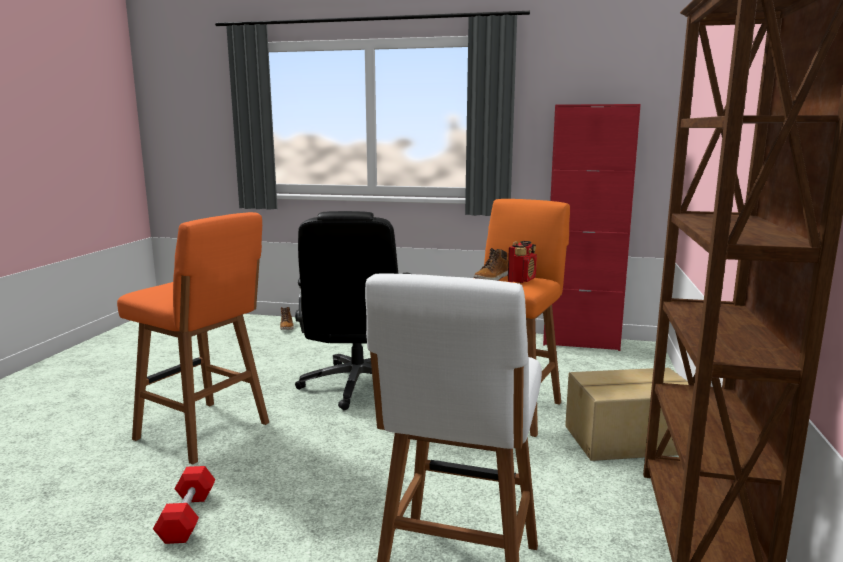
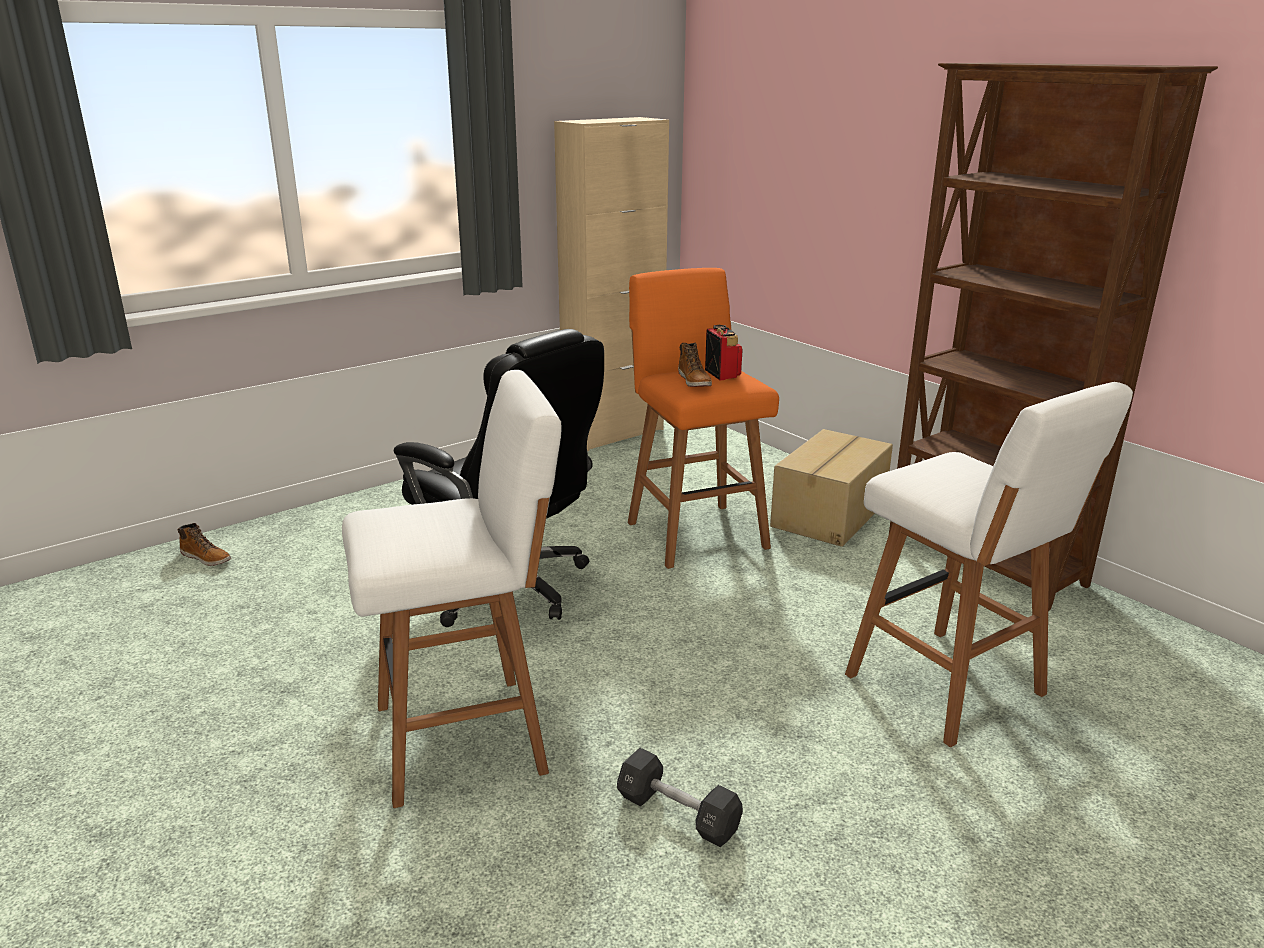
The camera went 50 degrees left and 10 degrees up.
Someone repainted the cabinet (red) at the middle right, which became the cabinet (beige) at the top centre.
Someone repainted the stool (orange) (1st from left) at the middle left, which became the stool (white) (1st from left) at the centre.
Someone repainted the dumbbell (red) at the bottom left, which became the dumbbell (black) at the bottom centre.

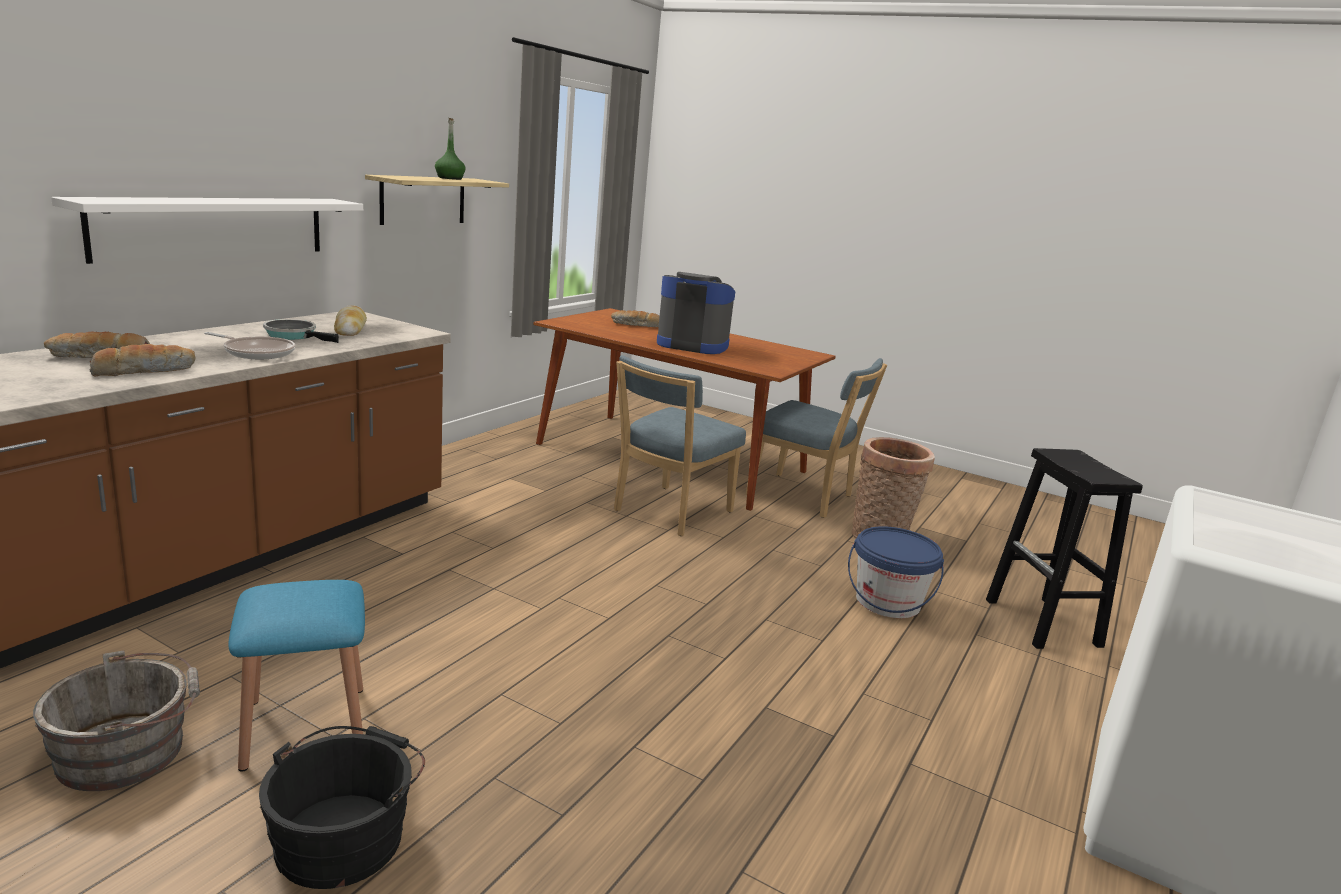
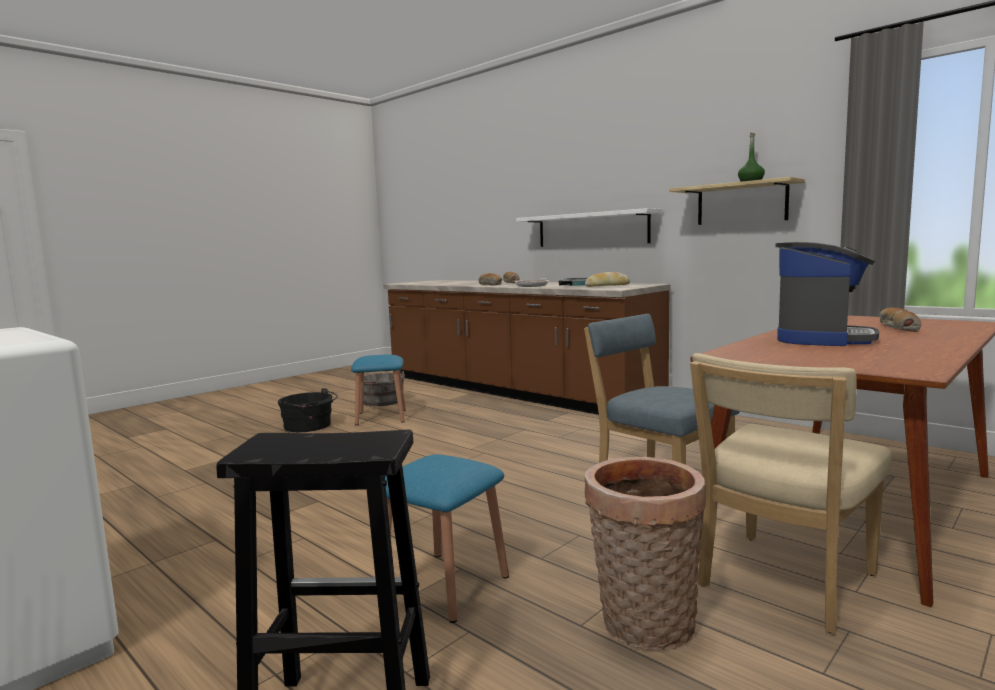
The camera went 105 degrees right and 10 degrees down.
Someone repainted the chair (blue) (2nd from left) at the centre, which became the chair (beige) at the bottom right.
Someone swapped the bucket (blue) at the middle right for the stool (blue) (2nd from left) at the bottom centre.

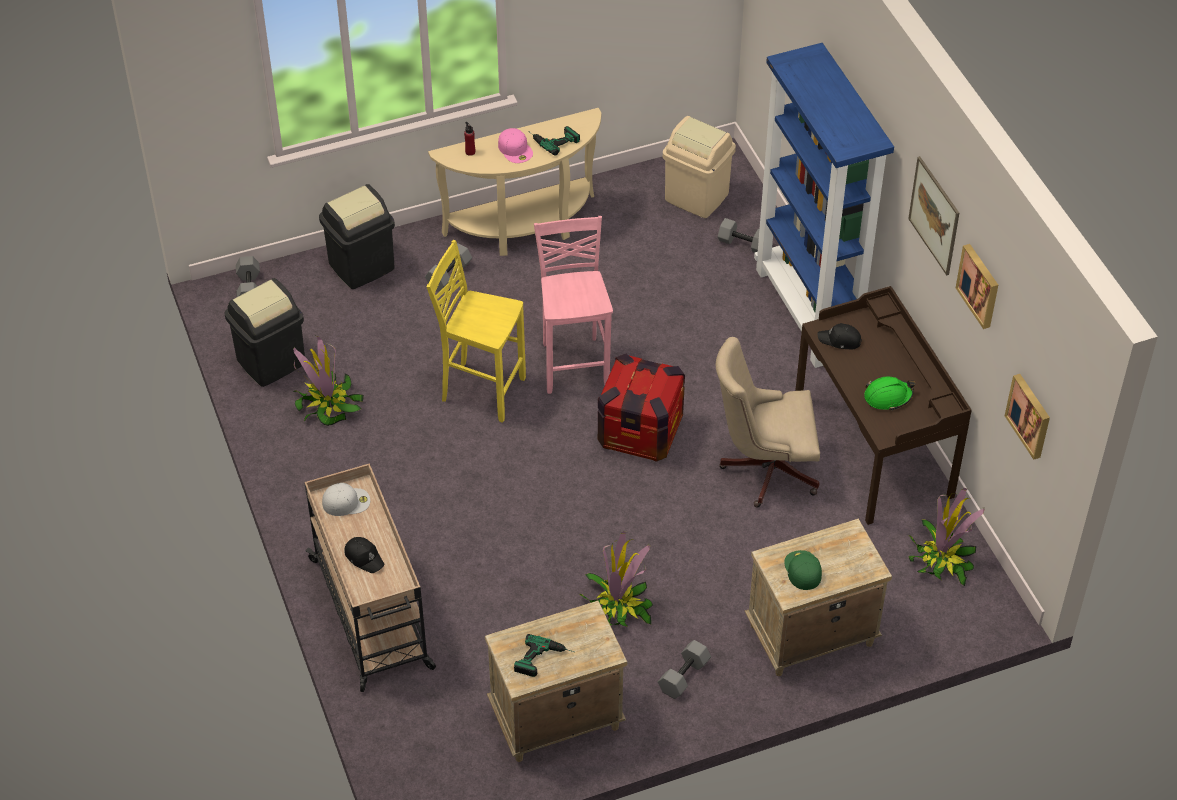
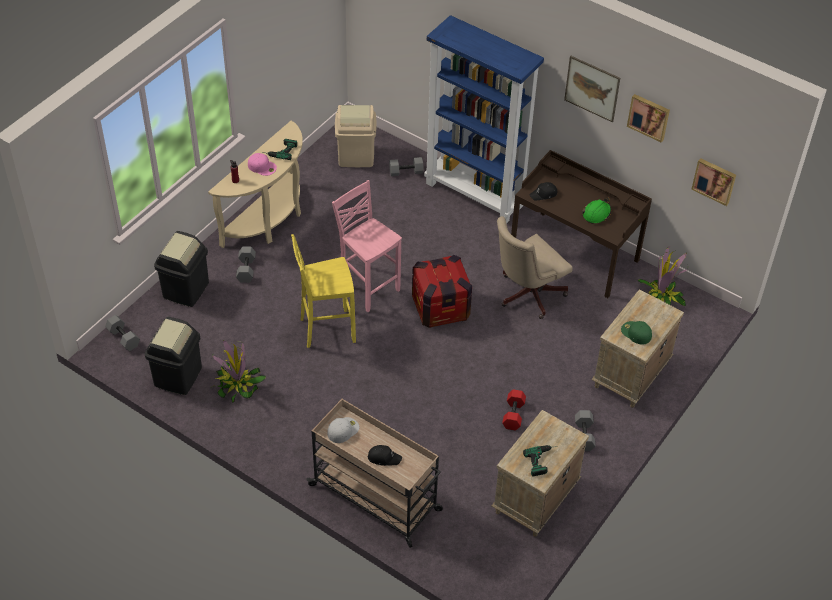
The camera went 35 degrees left and 0 degrees up.
Someone swapped the potted plant (2nd from left) at the bottom centre for the dumbbell (red) at the bottom centre.

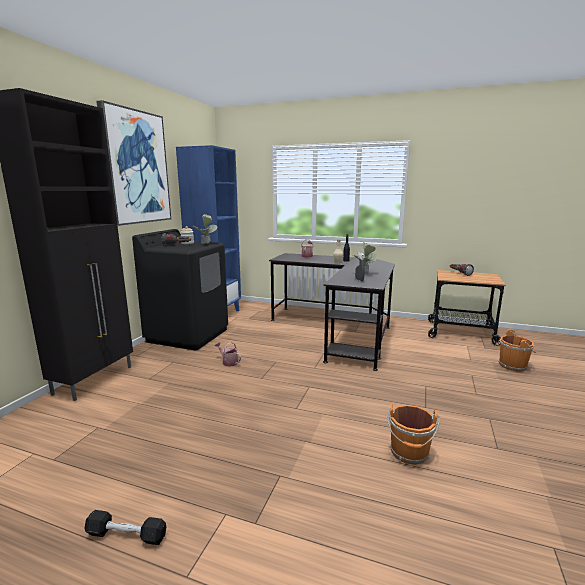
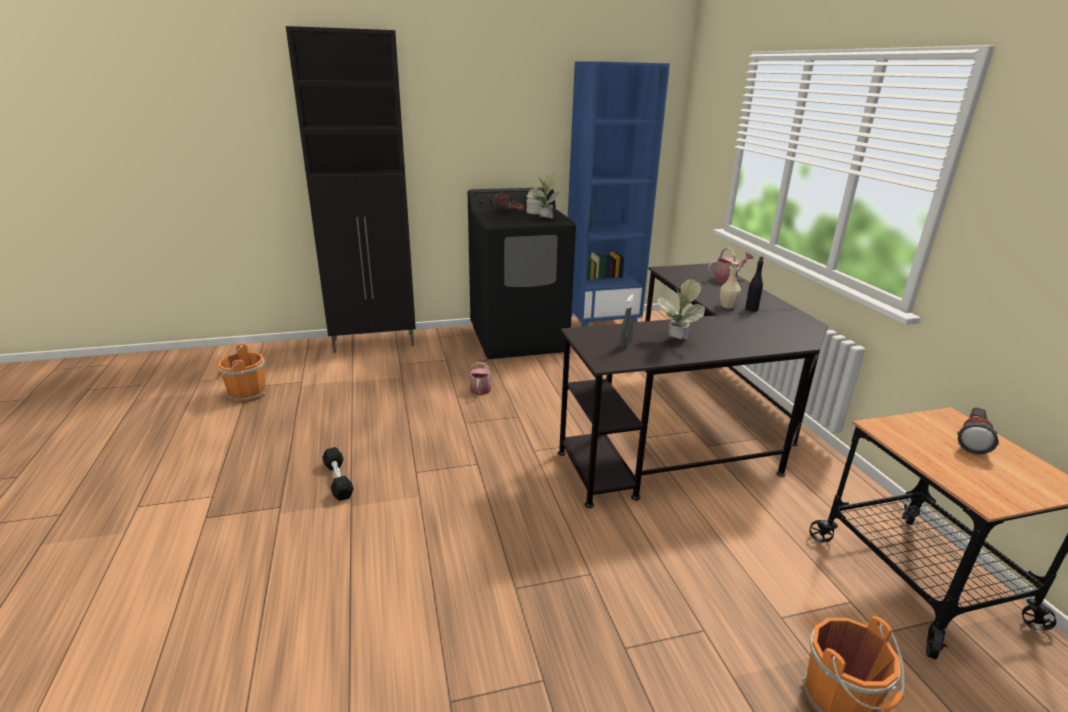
The camera went 55 degrees right and 10 degrees up.
Someone took away the picture at the top left.
Someone carried the bucket (orange) (1st from left) from the bottom right to the middle left.
Someone carried the dumbbell (black) from the bottom left to the middle left.

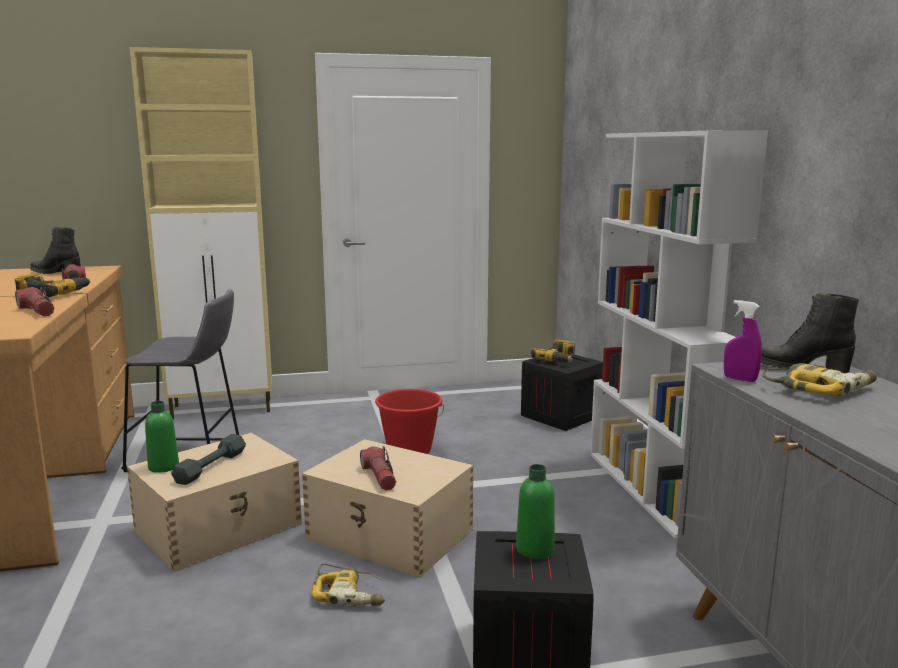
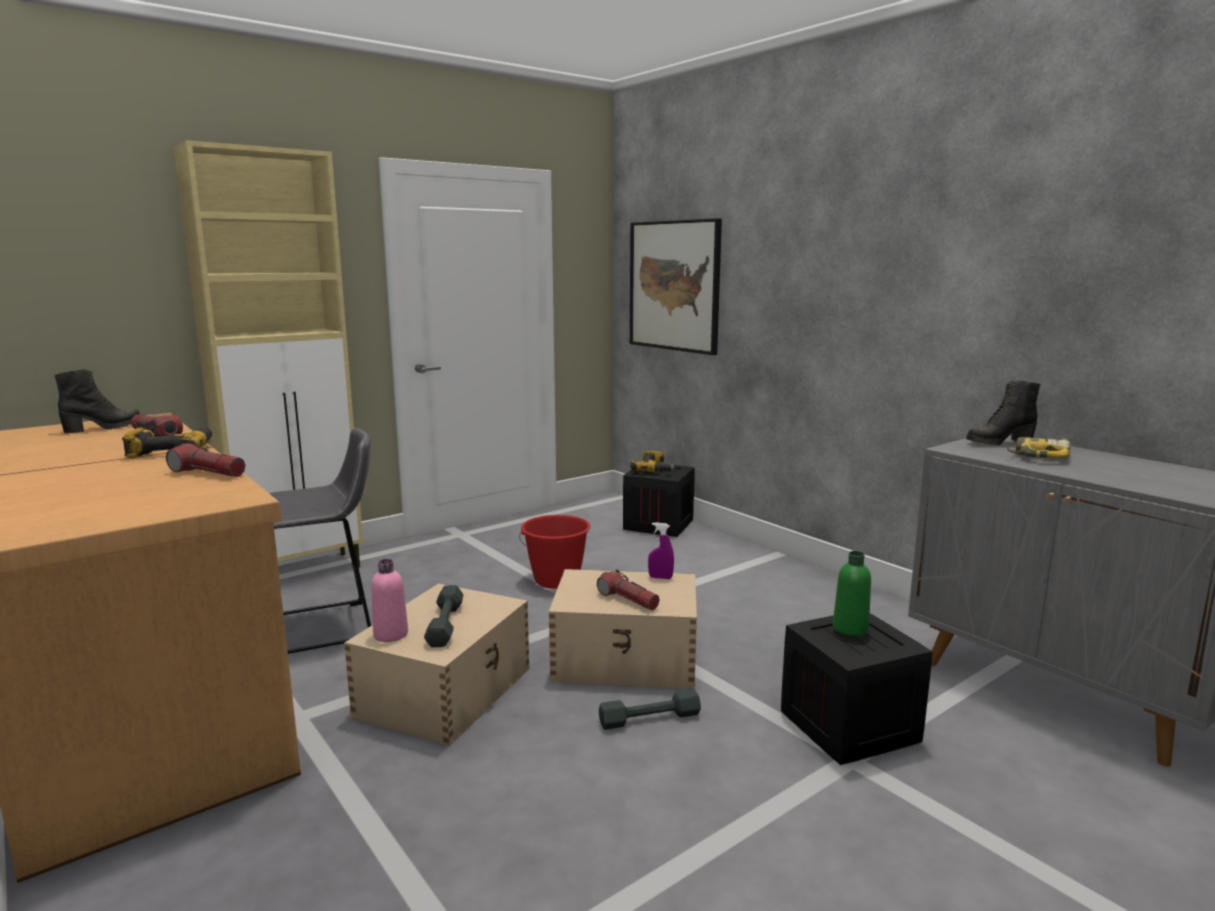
The camera went 25 degrees left and 0 degrees up.
Someone took away the bookcase (white) at the middle right.
Someone rotated the boot (black) (1st from left) at the middle left by 150 degrees clockwise.
Someone carried the spray bottle (purple) from the middle right to the centre.
Someone repainted the bottle (green) (1st from left) at the middle left, which became the bottle (pink) at the middle left.
Someone swapped the power drill (2nd from left) at the bottom centre for the dumbbell (grey) (2nd from left) at the bottom centre.
Someone put up the picture at the top centre.

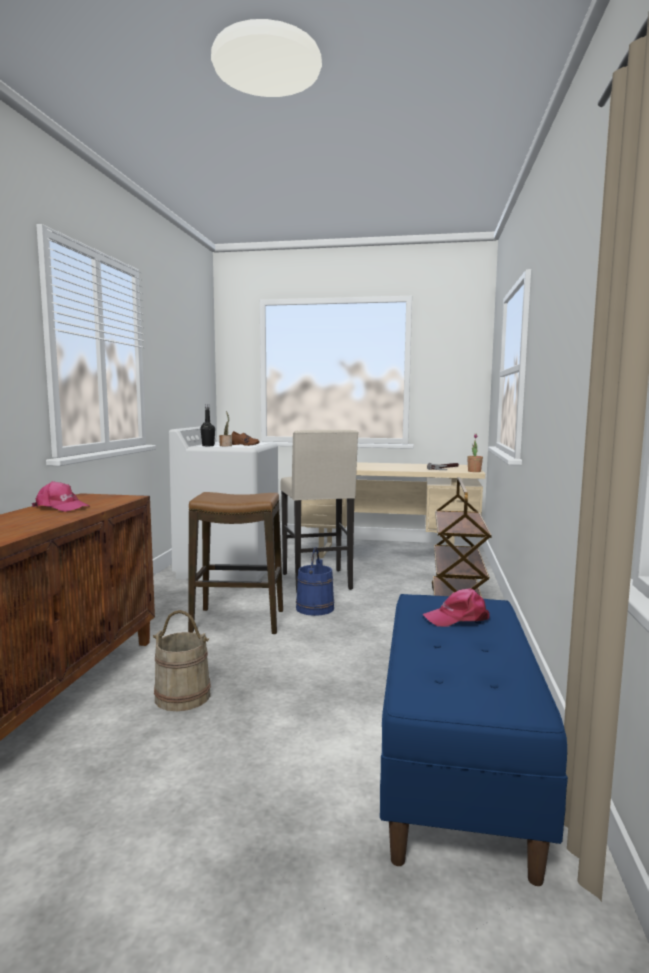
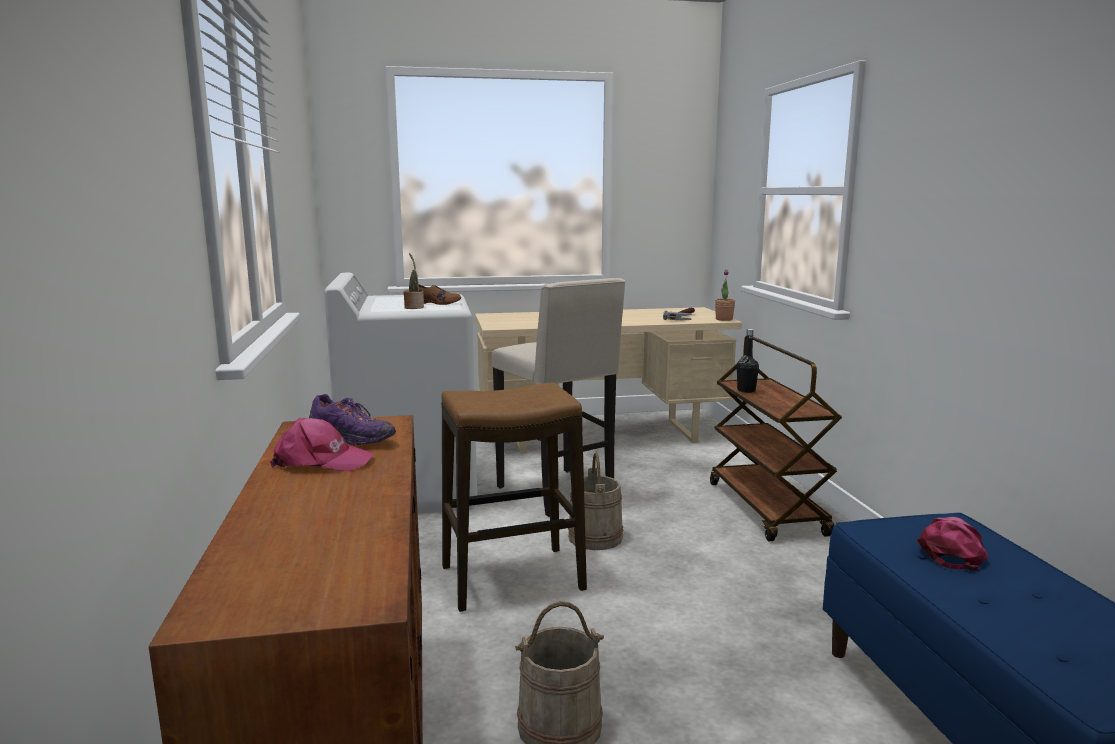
The camera went 20 degrees left and 5 degrees up.
Someone carried the bottle (black) from the middle left to the middle right.
Someone repainted the bucket (blue) at the centre, which became the bucket (beige) (2nd from left) at the bottom centre.
Someone rotated the cap (pink) (2nd from left) at the middle right by 150 degrees clockwise.
Someone put down the shoe (purple) at the middle left.

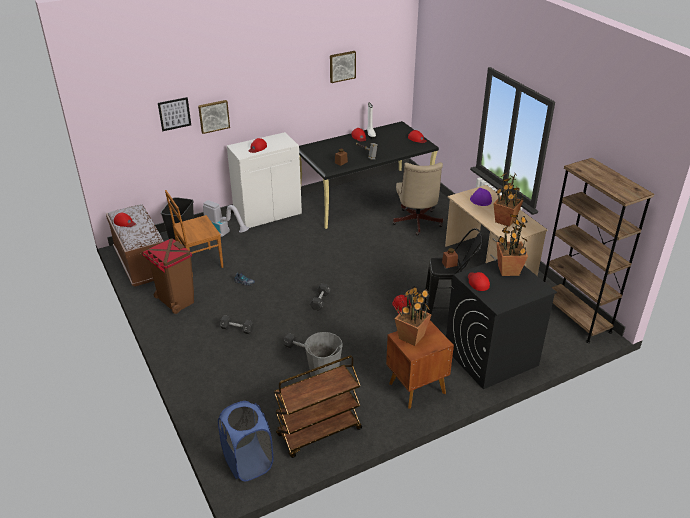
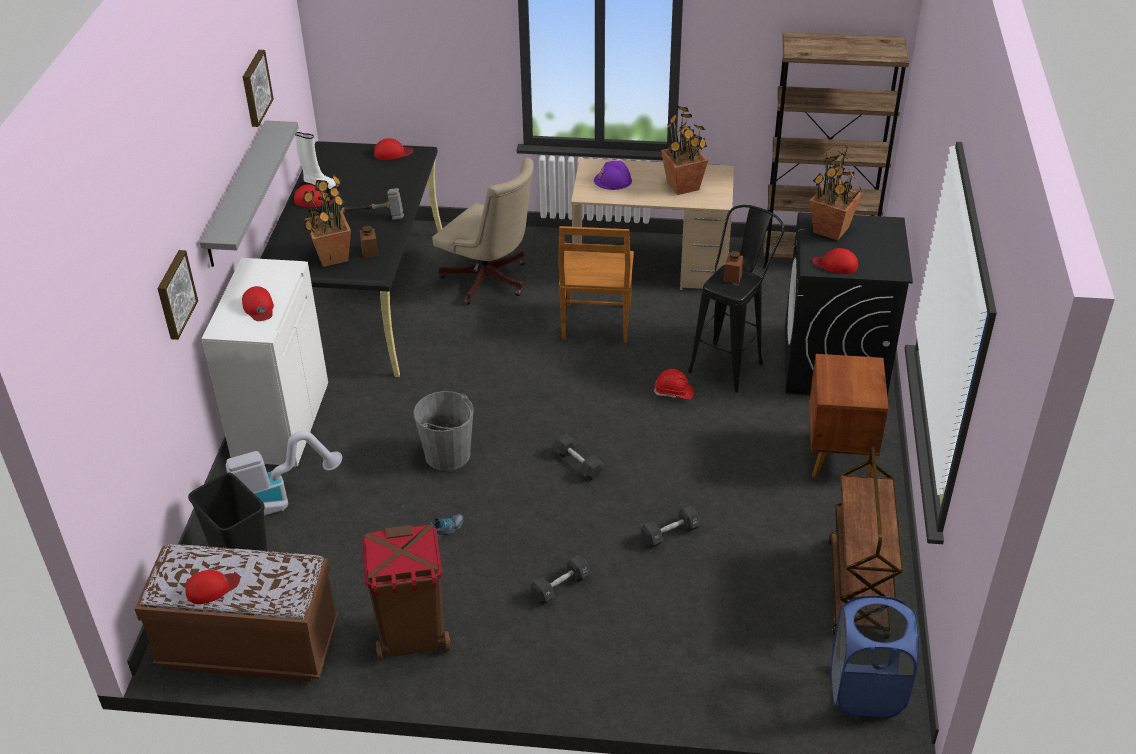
The camera went 55 degrees left and 5 degrees up.
Someone took away the picture (1st from left) at the top left.
Someone carried the chair (brown) from the middle left to the centre.
Someone carried the potted plant (1st from left) from the centre to the top left.
Someone carried the bucket (grey) from the bottom centre to the centre.
Someone put up the shelf (grey) at the top left.

